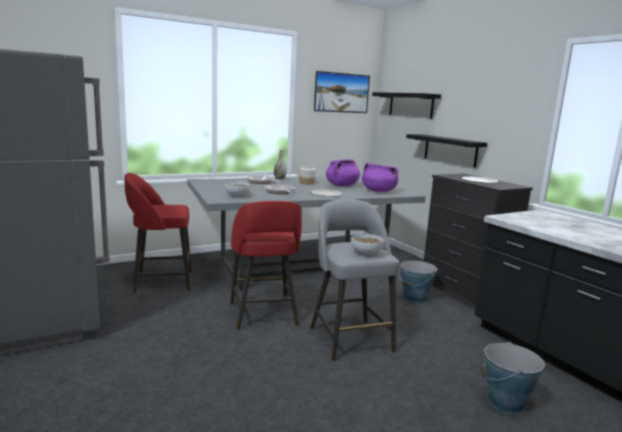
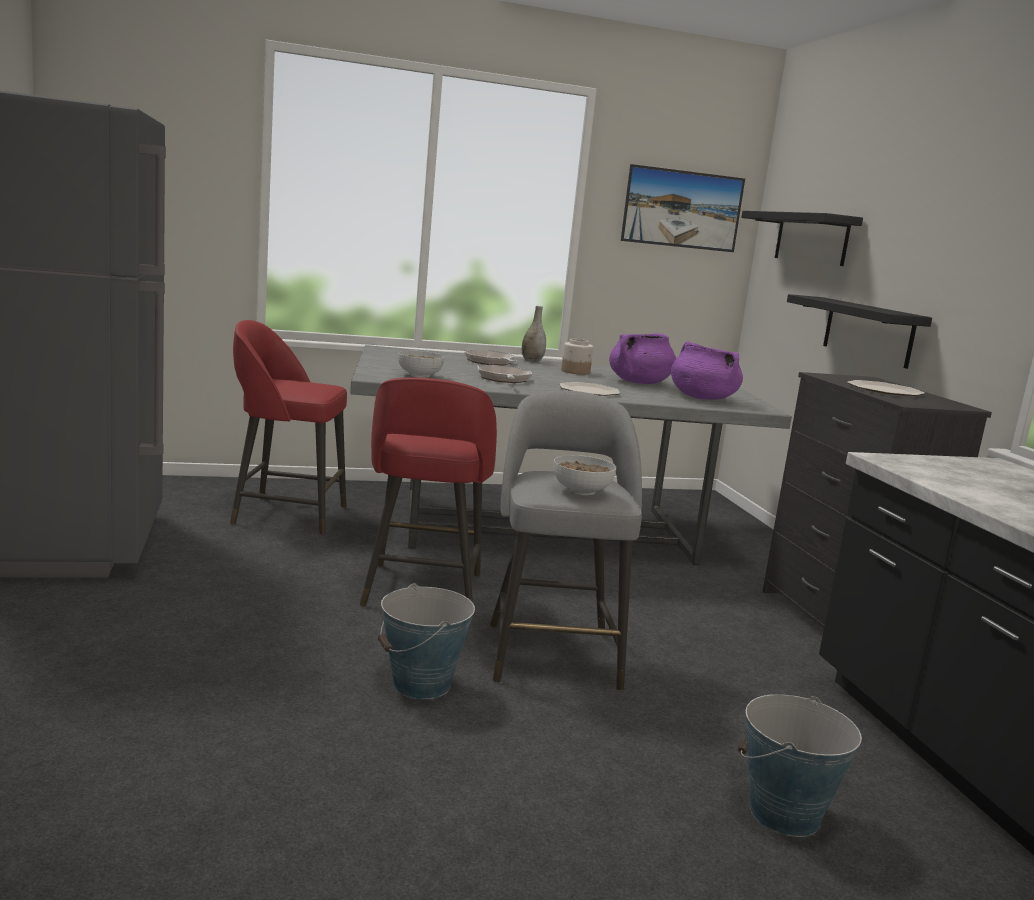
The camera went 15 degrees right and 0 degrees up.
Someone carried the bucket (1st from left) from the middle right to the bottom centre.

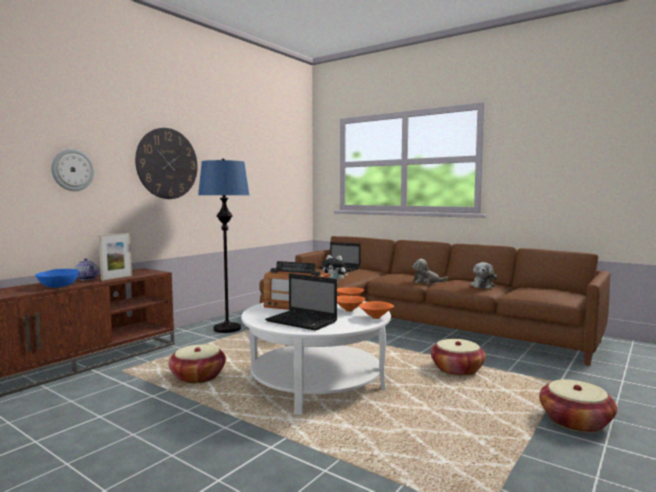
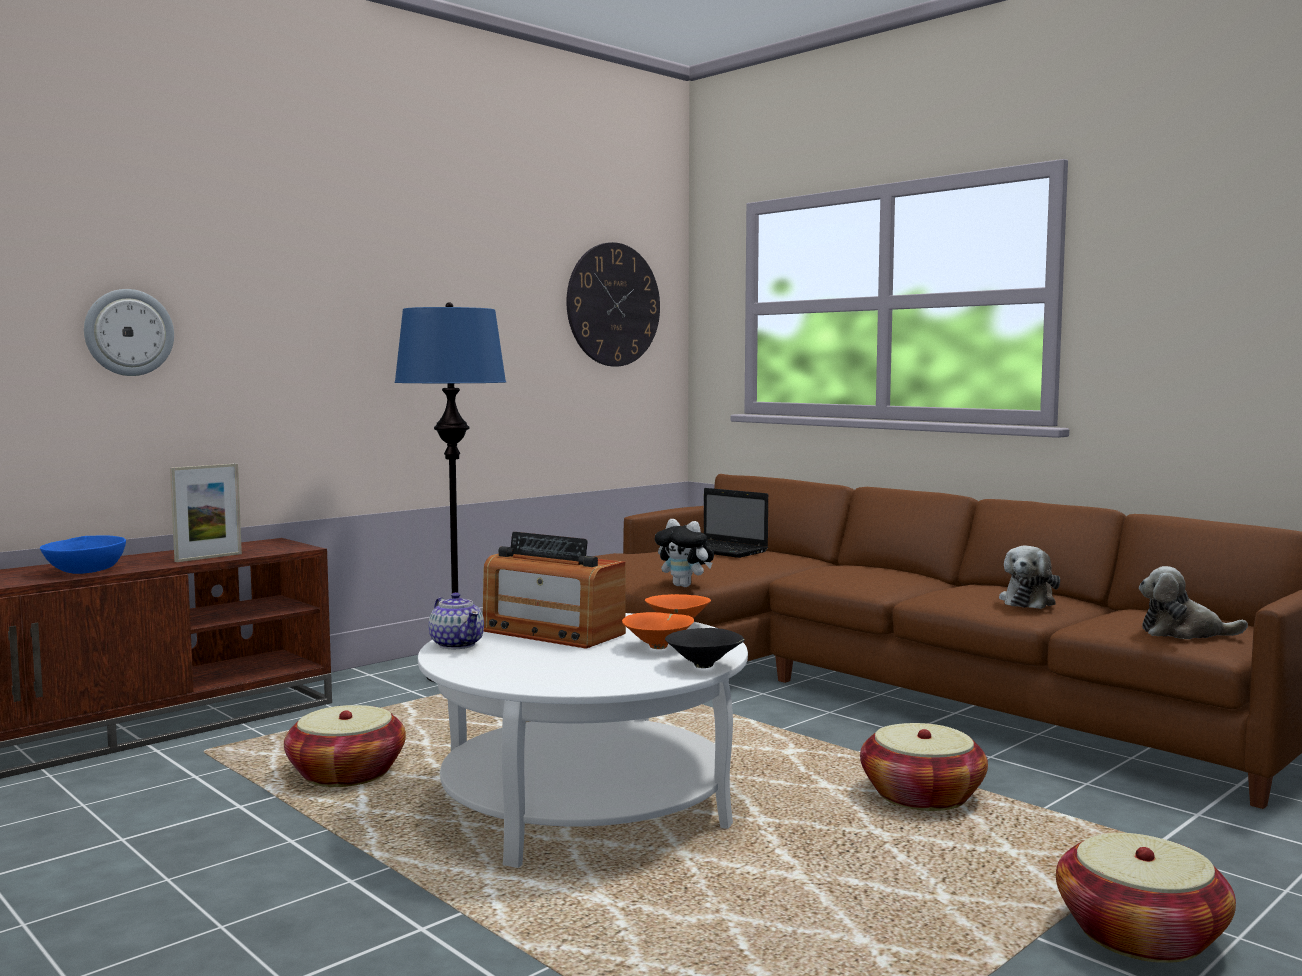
The camera went 10 degrees right and 0 degrees up.
Someone carried the wall clock (2nd from left) from the top left to the top centre.
Someone carried the teapot from the middle left to the centre.
Someone carried the plush toy (2nd from left in the first image) from the centre to the middle right.
Someone took away the laptop (1st from left) at the centre.
Someone repainted the bowl (orange) (3rd from left) at the centre, which became the bowl (black) at the centre.

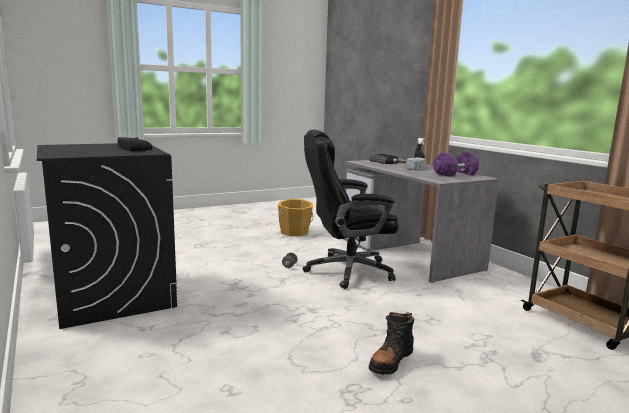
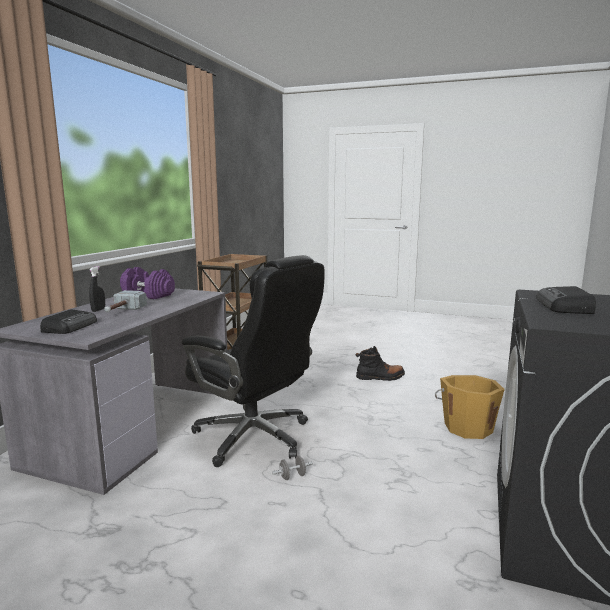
The camera went 130 degrees left and 0 degrees up.
Someone carried the bucket (orange) from the centre to the bottom right.

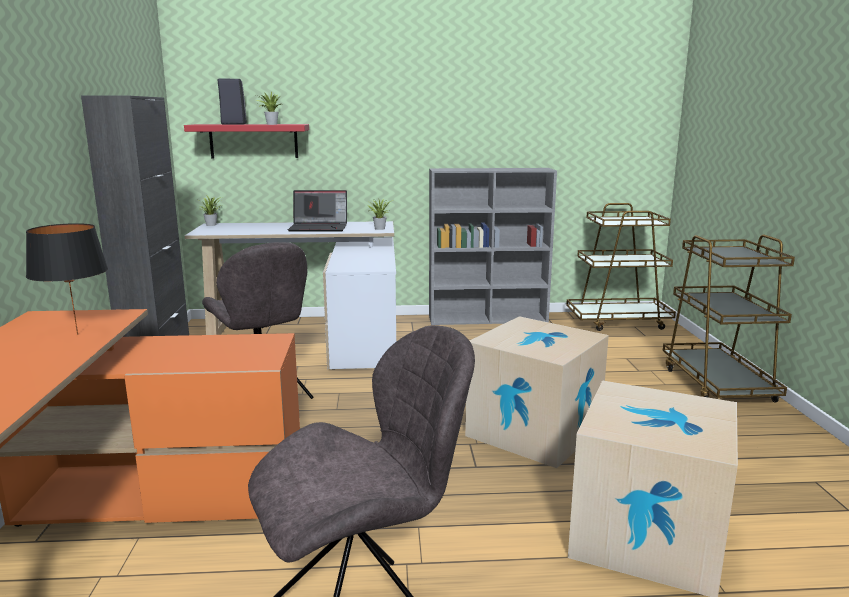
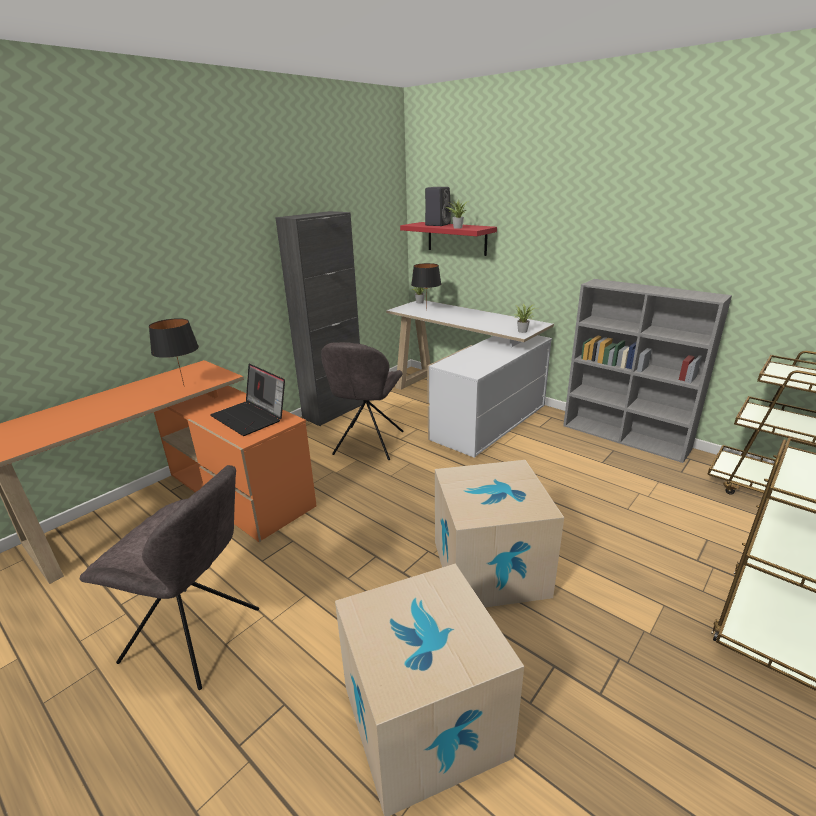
The camera went 45 degrees right and 10 degrees up.
Someone carried the laptop from the centre to the middle left.
Someone put down the table lamp (black) (2nd from left) at the centre.

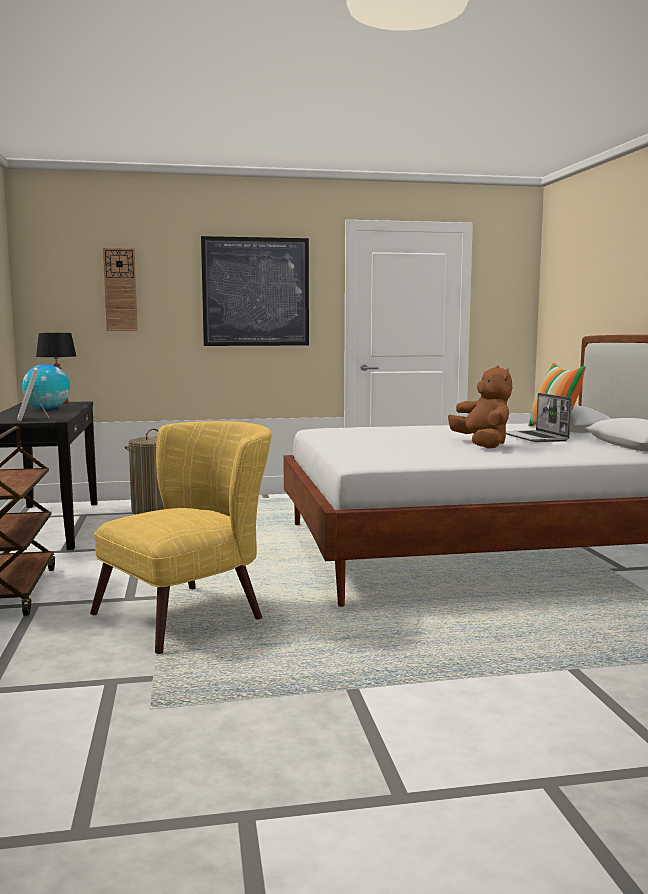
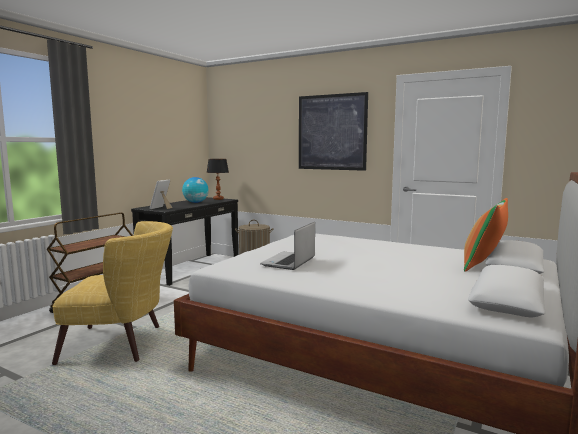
The camera went 40 degrees right and 0 degrees up.
Someone took away the wall clock at the top left.
Someone took away the plush toy (brown) at the middle right.
Someone carried the laptop from the middle right to the centre.

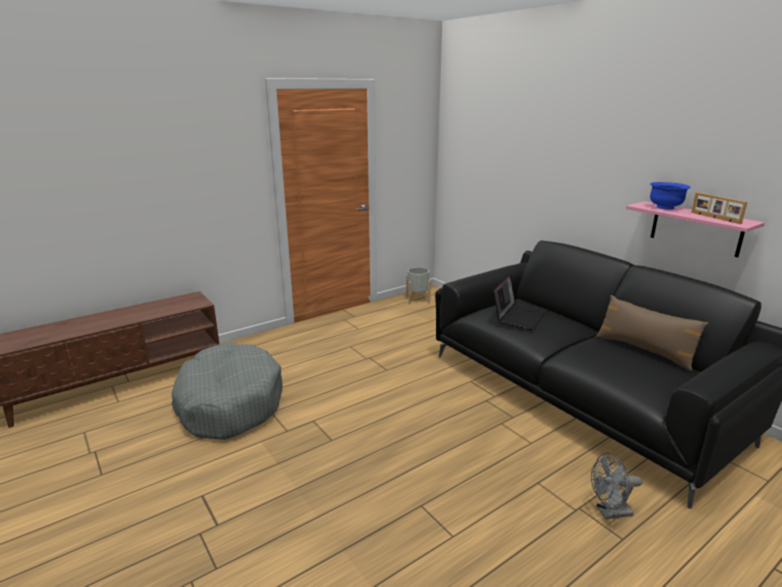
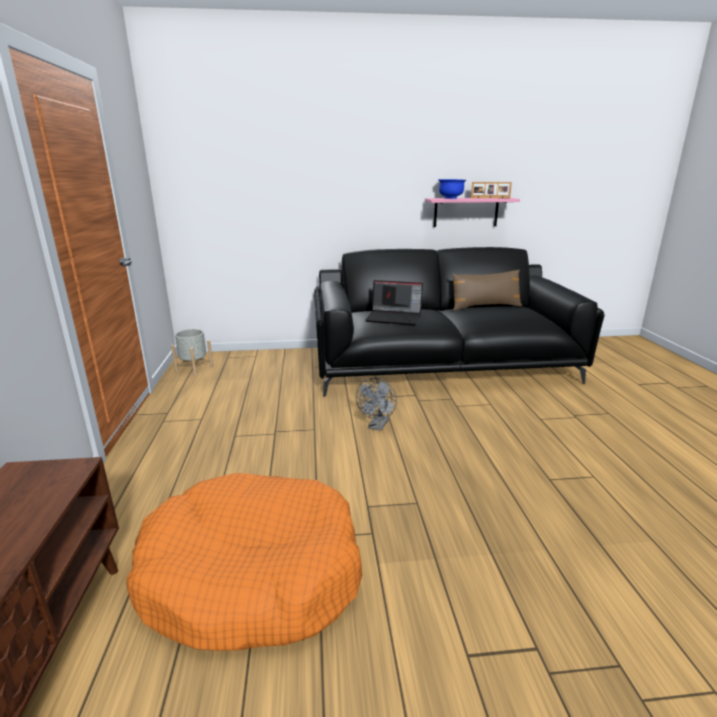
The camera went 60 degrees left and 0 degrees up.
Someone rotated the laptop at the centre by 135 degrees clockwise.
Someone repainted the dog bed (grey) at the middle left, which became the dog bed (orange) at the bottom centre.
Someone carried the fan (grey) from the bottom right to the centre.

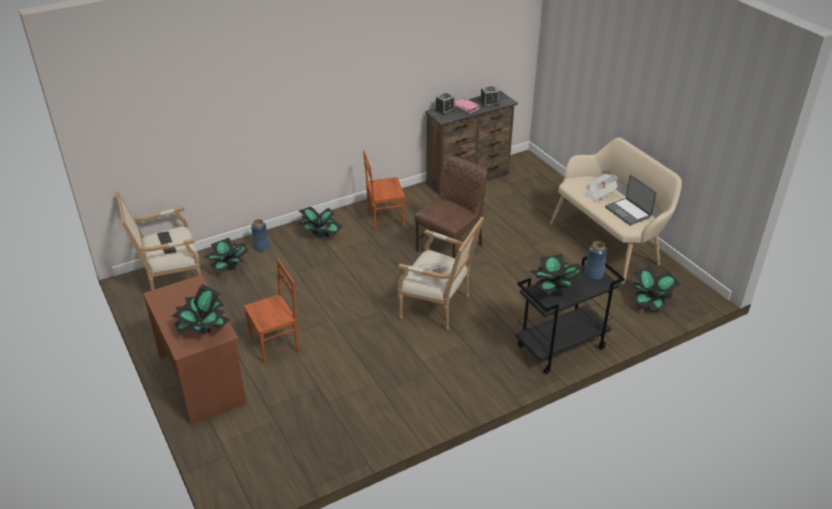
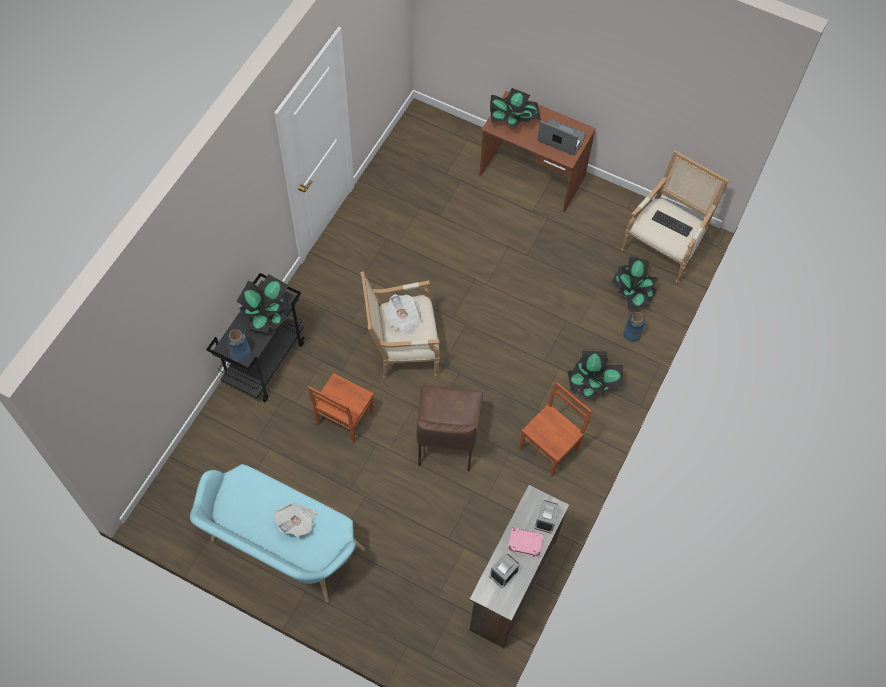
The camera went 145 degrees right and 25 degrees up.
Someone repainted the bench (beige) at the middle right, which became the bench (turquoise) at the bottom left.
Someone carried the laptop from the middle right to the top centre.
Someone carried the chair (brown) (1st from left) from the middle left to the centre.
Someone took away the potted plant (5th from left) at the middle right.

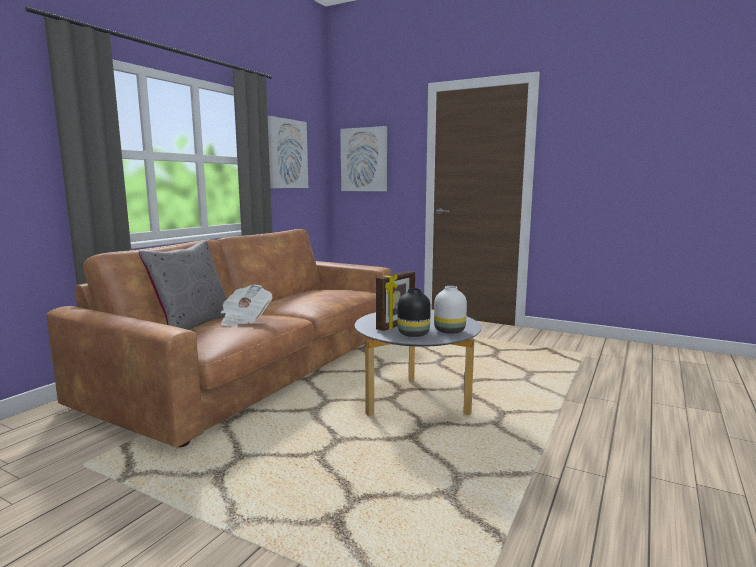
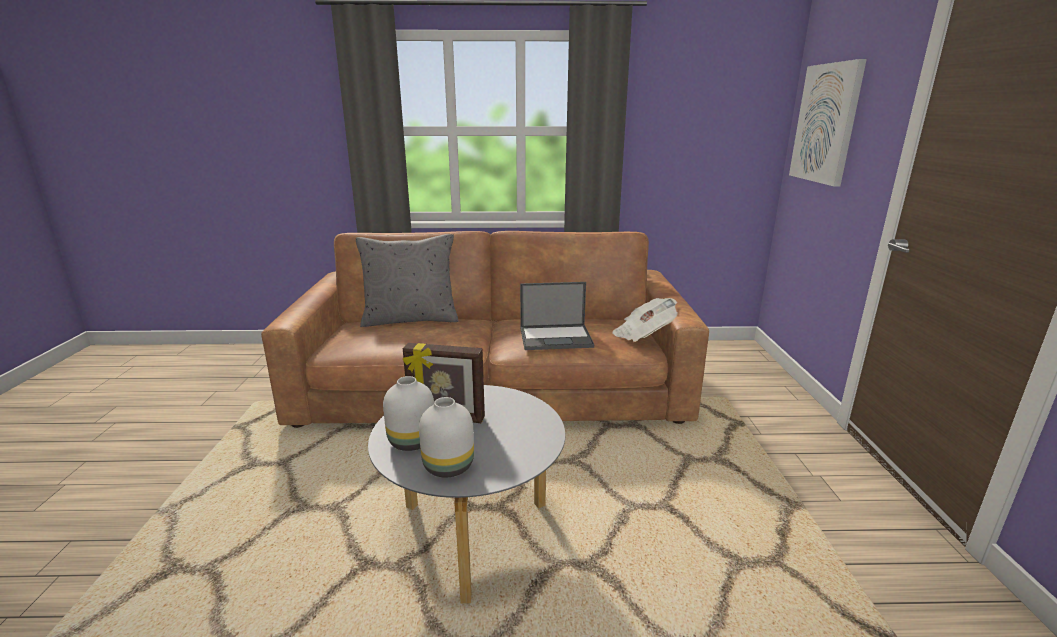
The camera went 60 degrees right and 10 degrees up.
Someone took away the picture (1st from left) at the top centre.
Someone carried the newspaper from the middle left to the centre.
Someone repainted the vase (black) at the centre, which became the vase (white) (1st from left) at the centre.
Someone put down the laptop at the centre.

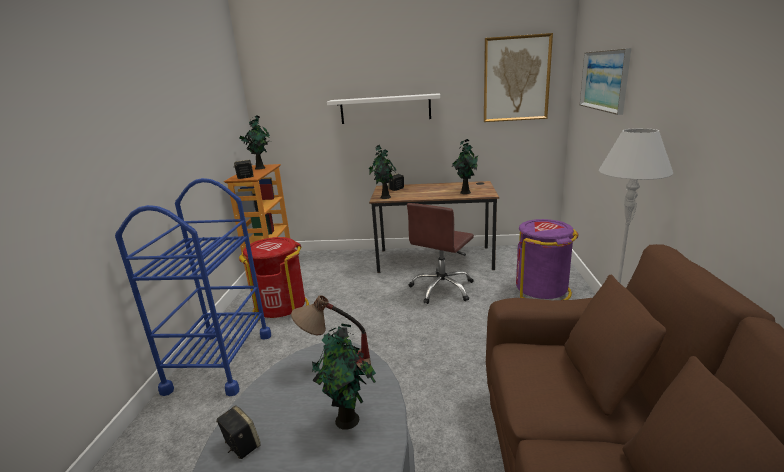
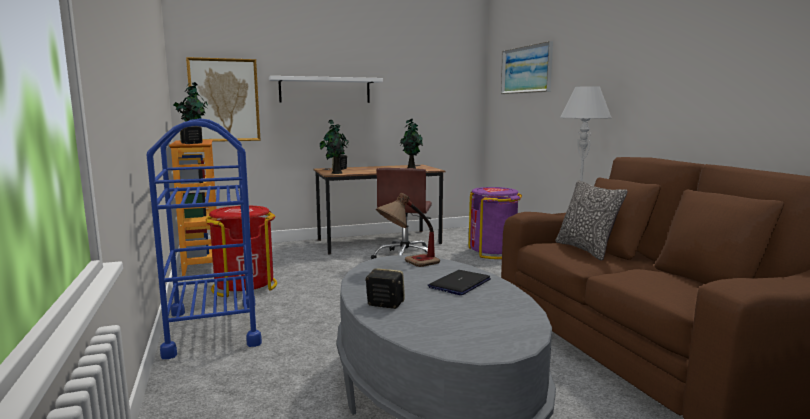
The camera went 25 degrees left and 10 degrees down.
Someone carried the picture (1st from left) from the top centre to the top left.
Someone swapped the potted plant (2nd from left) at the bottom centre for the laptop at the bottom centre.
Someone put down the pillow at the middle right.

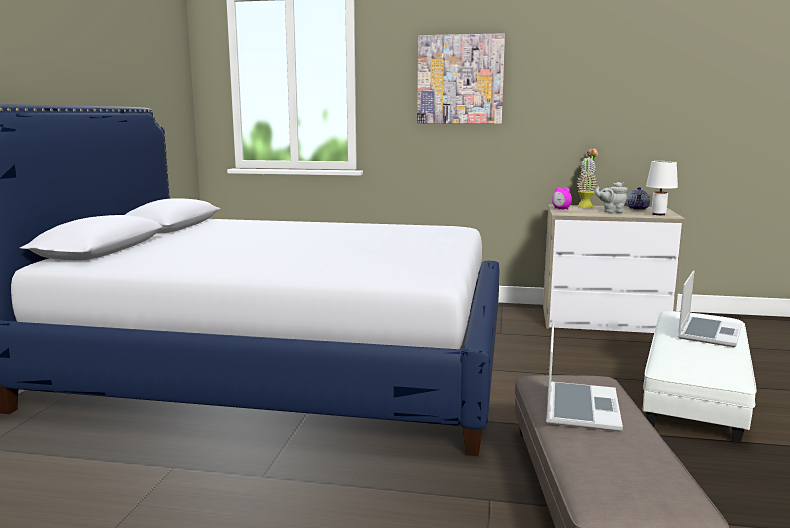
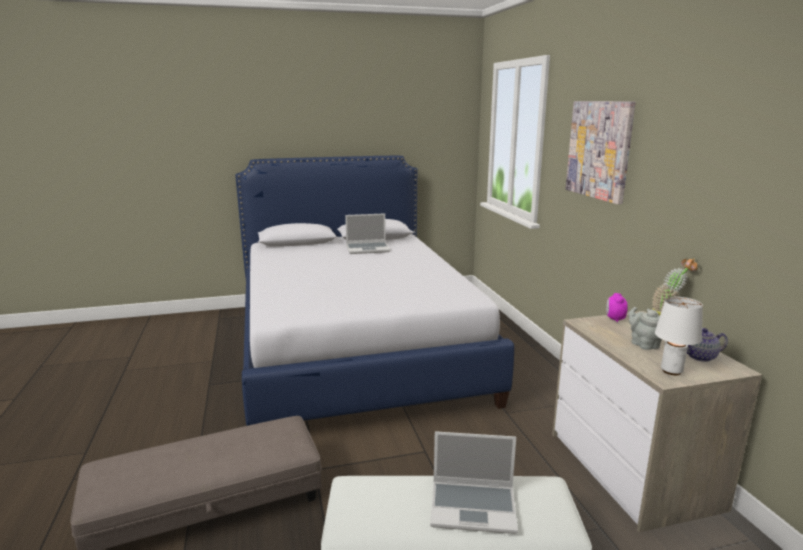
The camera went 65 degrees right and 5 degrees up.
Someone carried the laptop (1st from left) from the bottom right to the centre.

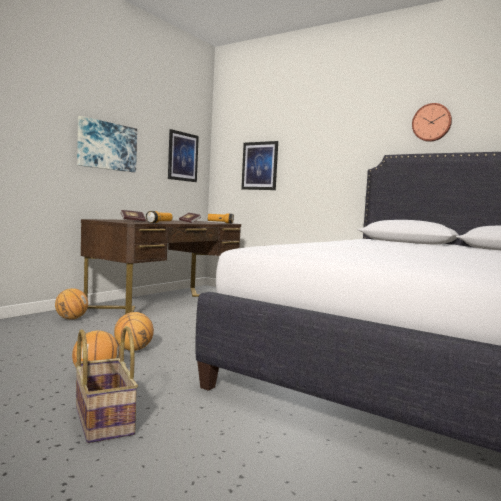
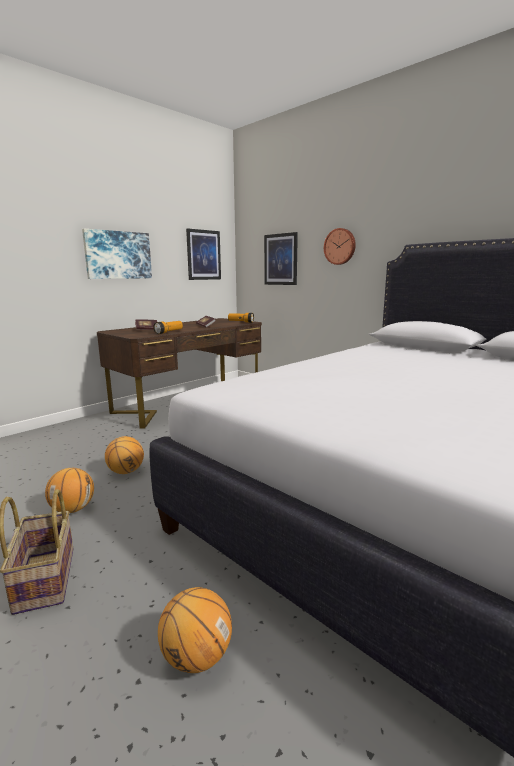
The camera went 10 degrees right and 10 degrees up.
Someone carried the wall clock from the top right to the top centre.
Someone carried the basketball (1st from left in the first image) from the middle left to the bottom centre.

